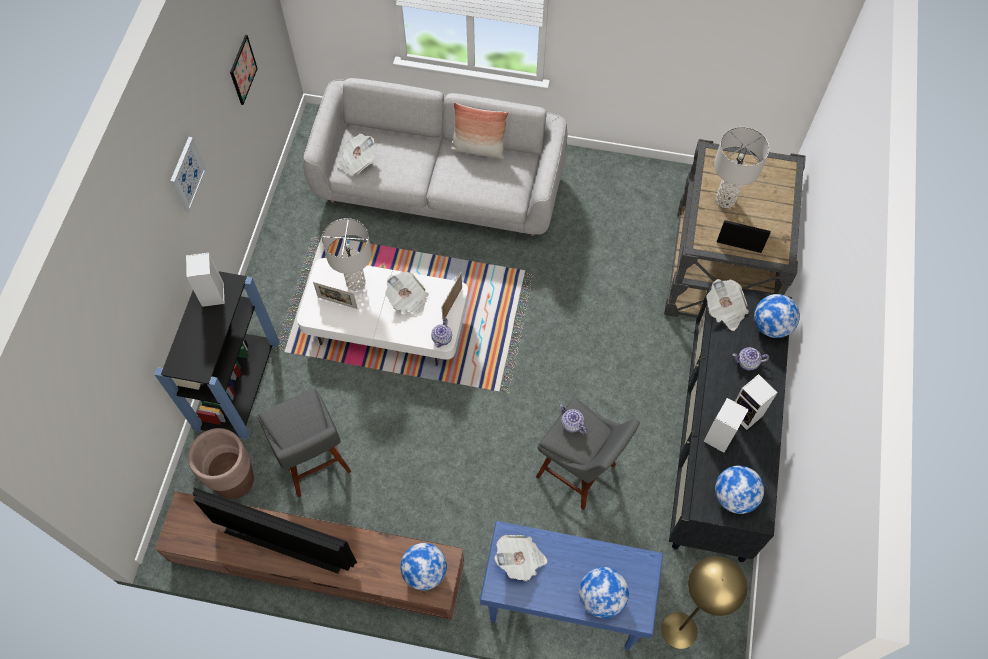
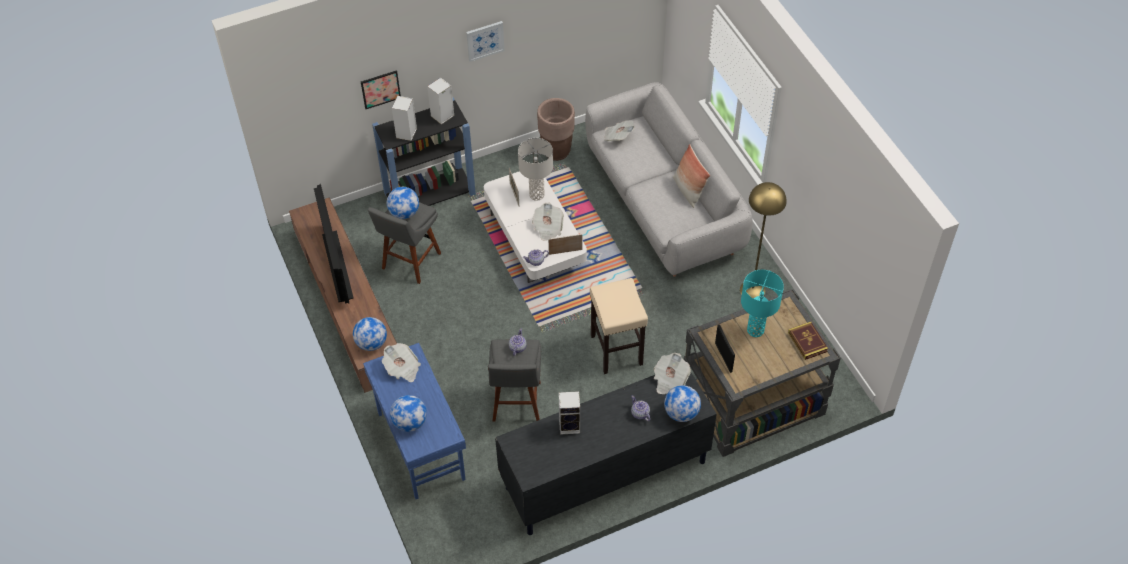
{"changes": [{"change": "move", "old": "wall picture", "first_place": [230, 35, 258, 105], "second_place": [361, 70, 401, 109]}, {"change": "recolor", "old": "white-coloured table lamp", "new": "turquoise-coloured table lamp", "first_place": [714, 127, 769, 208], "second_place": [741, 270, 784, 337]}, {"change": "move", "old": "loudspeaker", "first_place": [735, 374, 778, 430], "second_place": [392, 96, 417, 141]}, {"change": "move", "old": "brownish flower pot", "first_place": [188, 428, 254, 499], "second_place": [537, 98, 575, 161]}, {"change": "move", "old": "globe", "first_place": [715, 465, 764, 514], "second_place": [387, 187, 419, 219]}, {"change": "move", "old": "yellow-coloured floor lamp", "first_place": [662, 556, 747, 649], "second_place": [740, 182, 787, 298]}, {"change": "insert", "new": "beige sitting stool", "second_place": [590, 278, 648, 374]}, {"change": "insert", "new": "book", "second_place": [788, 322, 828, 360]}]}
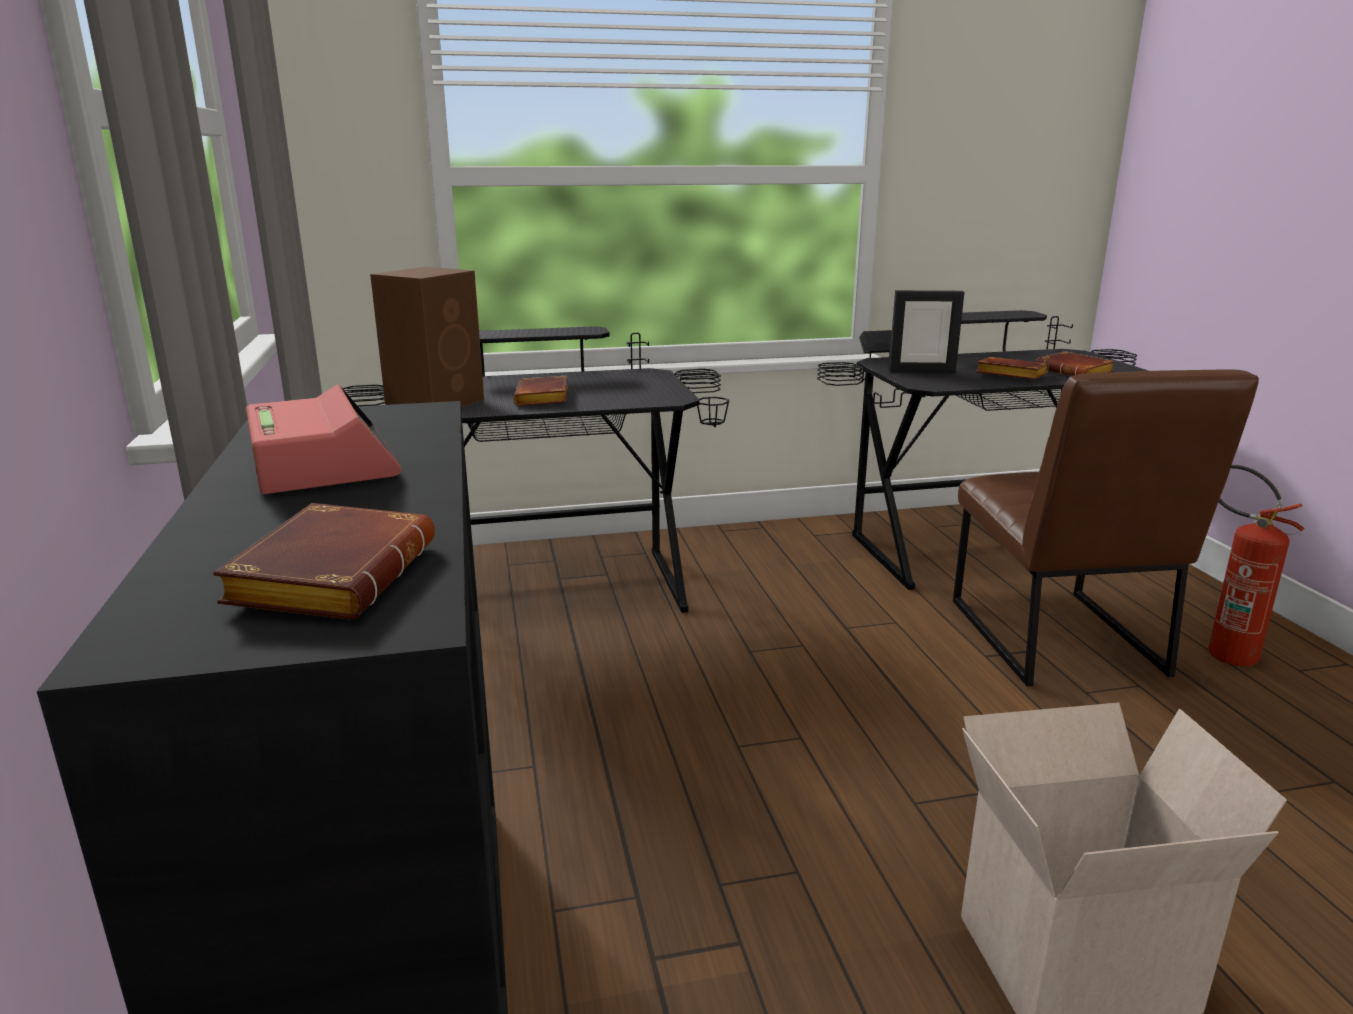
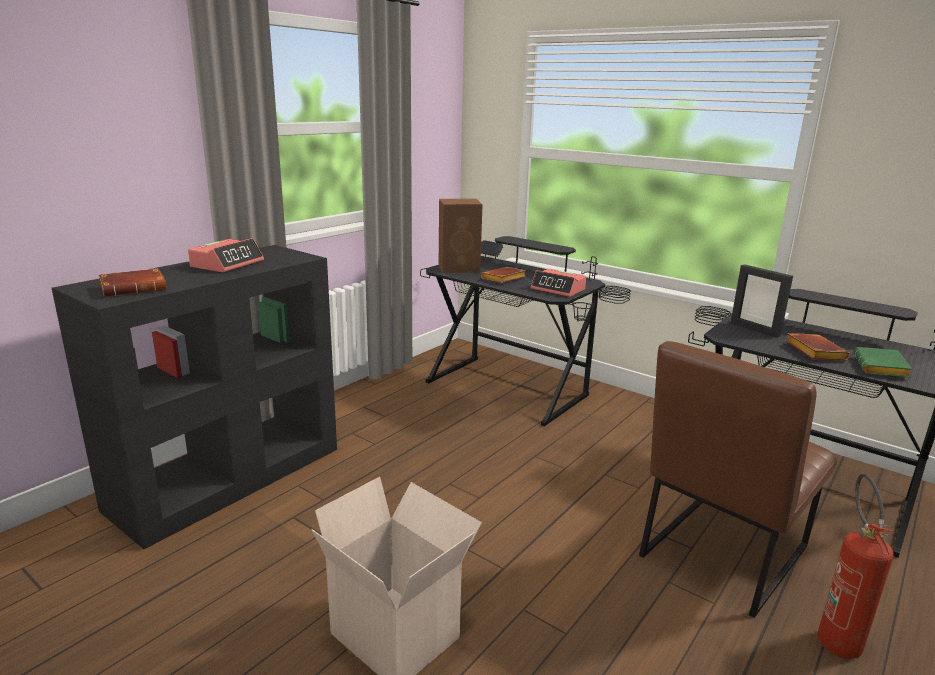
{"changes": [{"change": "recolor", "old": "brownish book", "new": "green book", "first_place": [1036, 351, 1115, 376], "second_place": [854, 347, 912, 378]}, {"change": "insert", "new": "alarm clock", "second_place": [531, 269, 586, 297]}]}
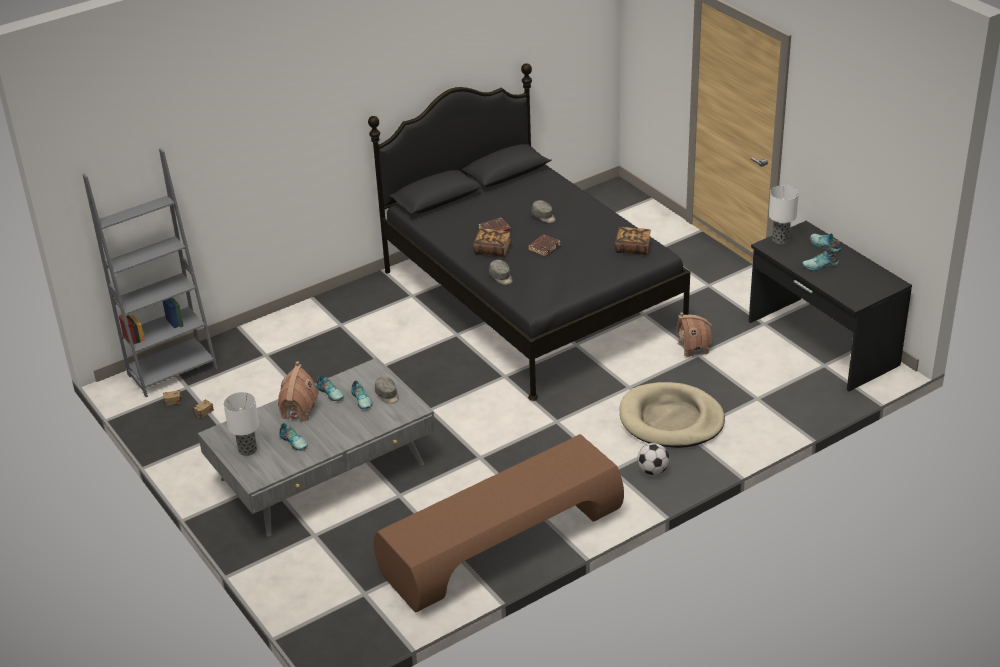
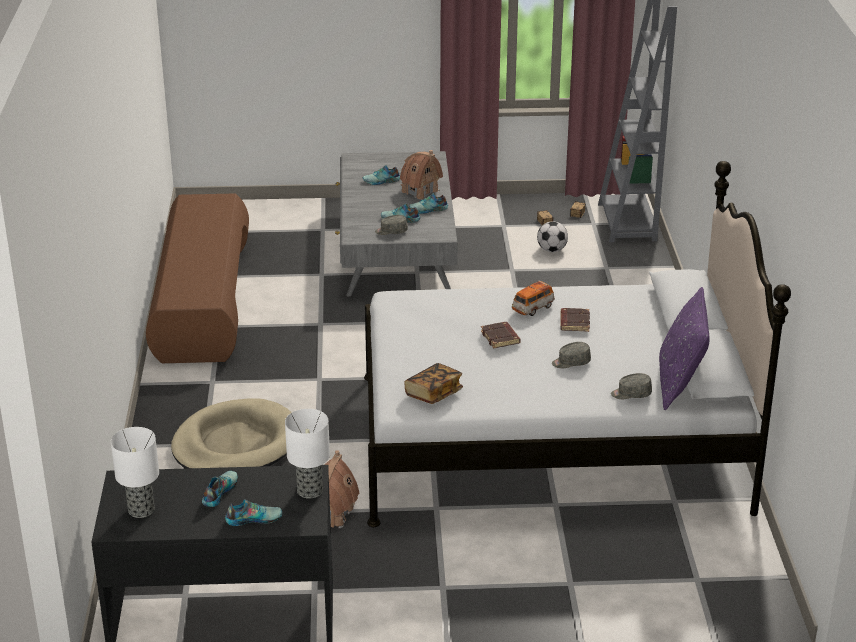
{"changes": [{"change": "recolor", "old": "blackish bedroom bed", "new": "white-coloured bedroom bed", "first_place": [368, 63, 690, 401], "second_place": [364, 161, 791, 527]}, {"change": "replace", "old": "book", "new": "model car", "first_place": [473, 228, 511, 257], "second_place": [512, 280, 555, 316]}, {"change": "move", "old": "gray peaked cap", "first_place": [489, 260, 512, 285], "second_place": [611, 373, 652, 399]}, {"change": "move", "old": "table lamp", "first_place": [224, 392, 259, 456], "second_place": [111, 427, 159, 518]}, {"change": "move", "old": "football", "first_place": [637, 443, 669, 475], "second_place": [537, 221, 568, 252]}, {"change": "insert", "new": "purple pillow", "second_place": [659, 287, 710, 410]}]}
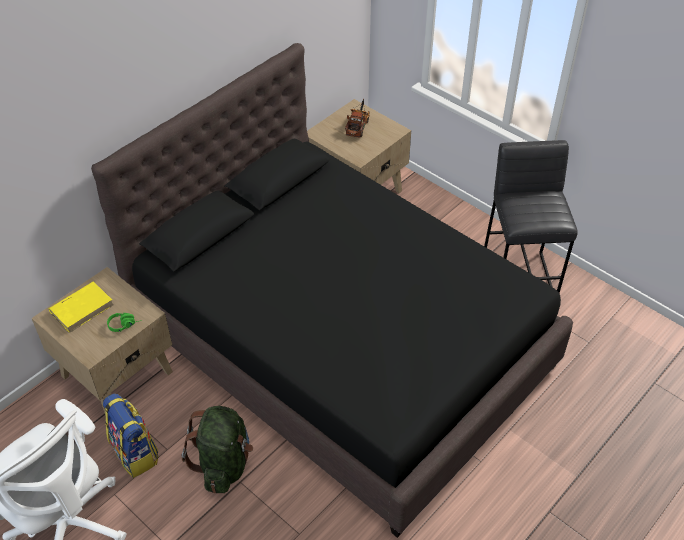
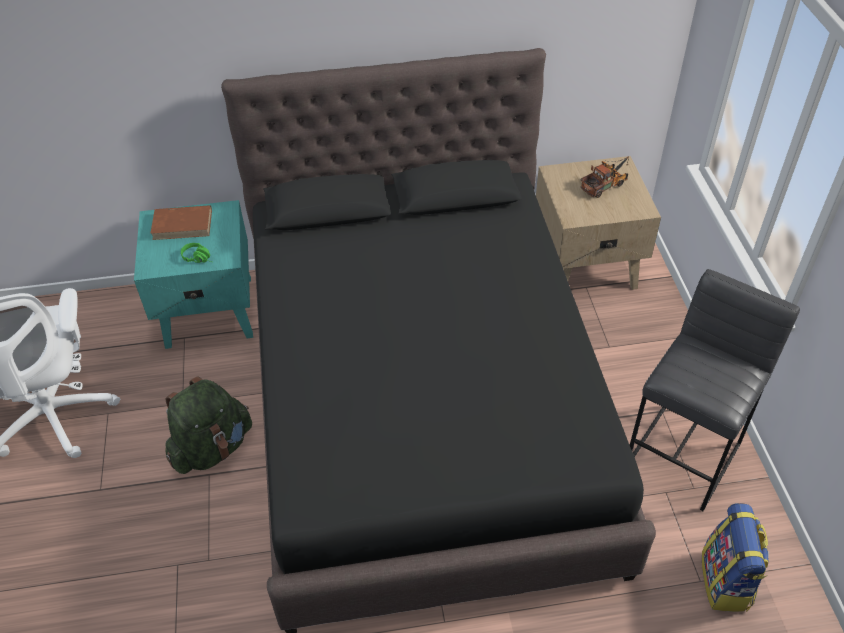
{"changes": [{"change": "recolor", "old": "beige bedside table", "new": "turquoise-coloured bedside table", "first_place": [32, 267, 173, 416], "second_place": [134, 200, 253, 349]}, {"change": "recolor", "old": "yellow-coloured book", "new": "brownish book", "first_place": [49, 282, 114, 333], "second_place": [150, 205, 212, 240]}, {"change": "move", "old": "backpack", "first_place": [103, 393, 159, 478], "second_place": [702, 503, 769, 612]}]}
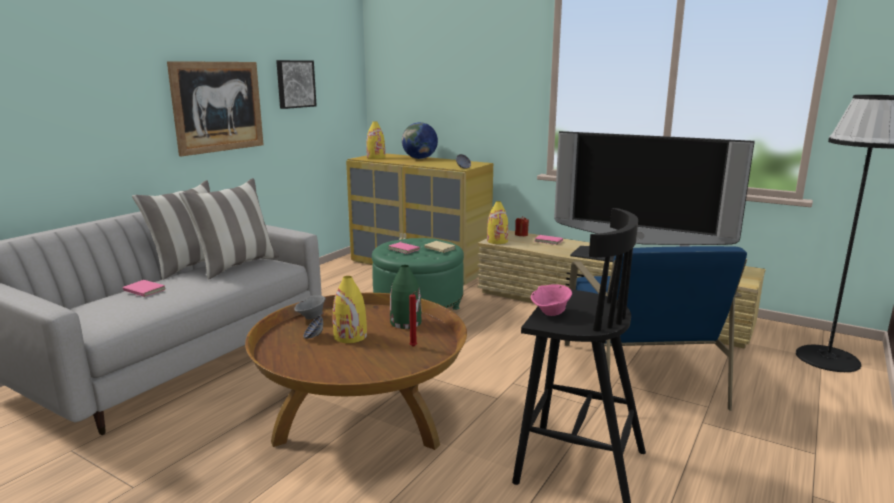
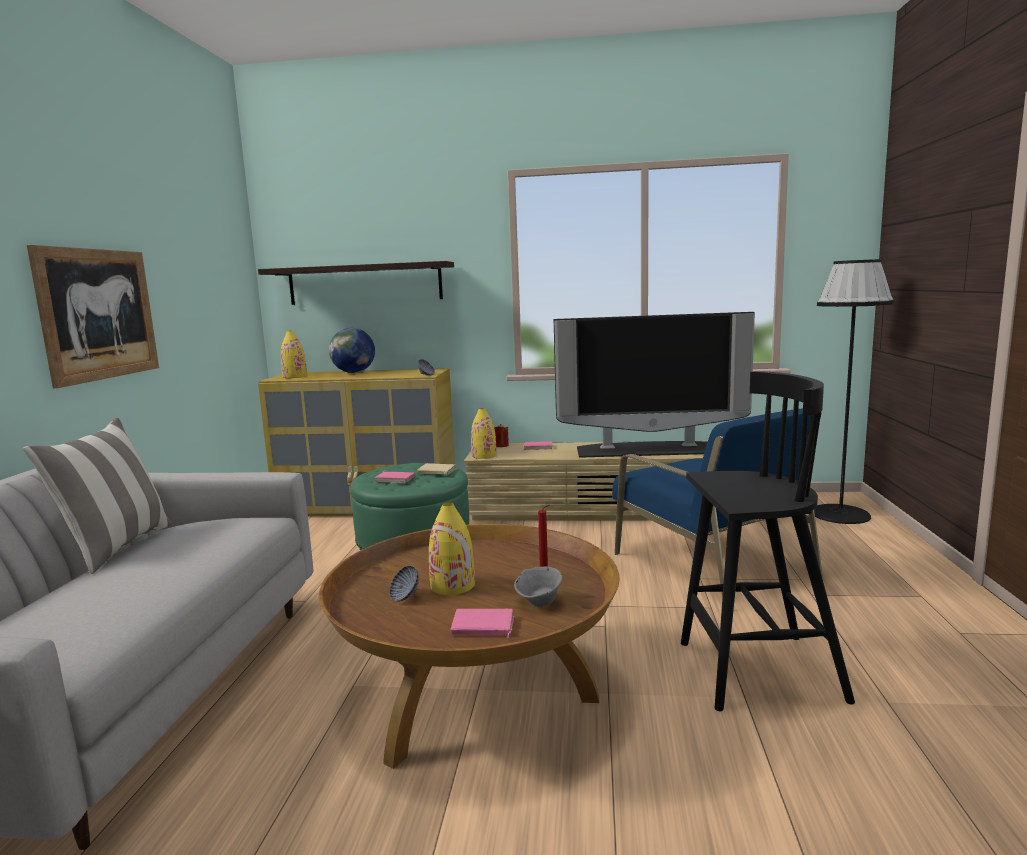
{"changes": [{"change": "delete", "old": "wall picture", "first_place": [276, 60, 317, 109]}, {"change": "delete", "old": "pillow", "first_place": [179, 178, 279, 280]}, {"change": "delete", "old": "green flower vase", "first_place": [390, 265, 422, 329]}, {"change": "move", "old": "pink book", "first_place": [123, 280, 166, 297], "second_place": [451, 609, 514, 638]}, {"change": "delete", "old": "pink bowl", "first_place": [531, 285, 572, 316]}, {"change": "move", "old": "gray bowl", "first_place": [294, 296, 325, 320], "second_place": [514, 567, 563, 607]}, {"change": "insert", "new": "bracket shelf", "second_place": [258, 261, 454, 305]}]}
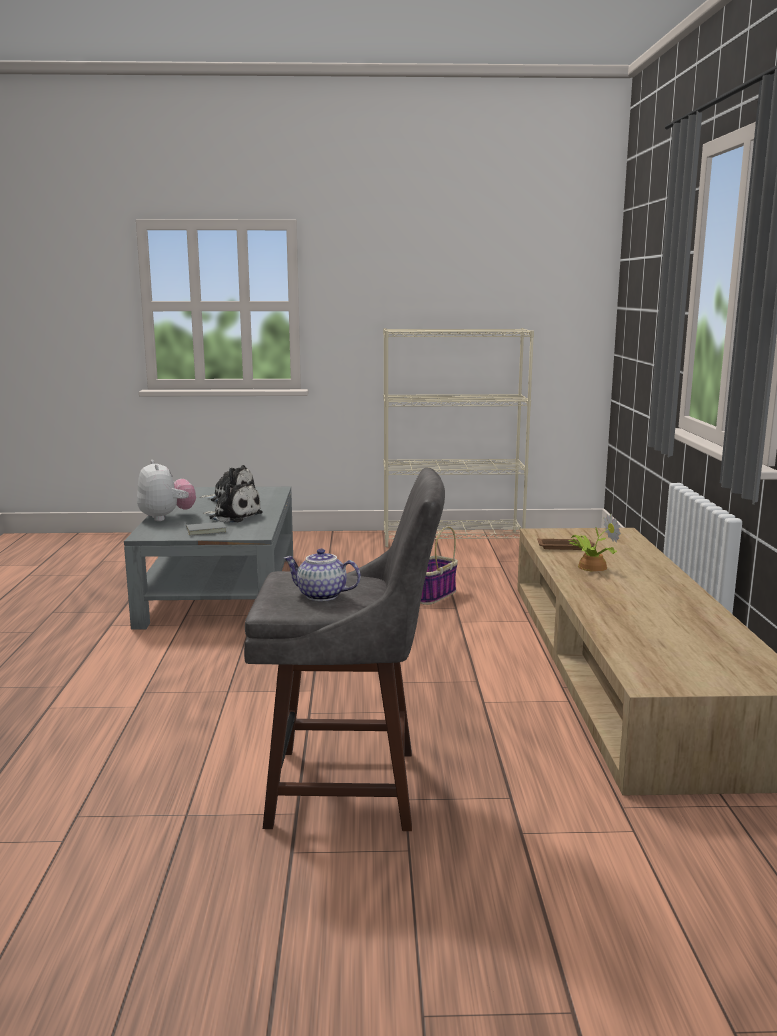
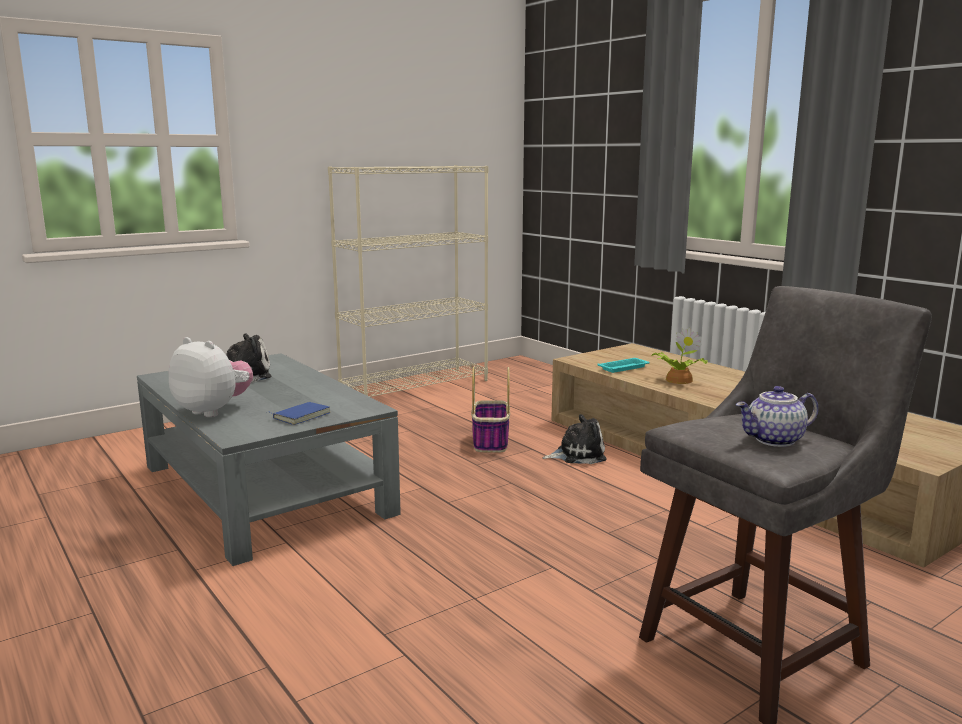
{"changes": [{"change": "move", "old": "cuddly toy", "first_place": [203, 481, 263, 523], "second_place": [543, 414, 607, 464]}, {"change": "recolor", "old": "gray book", "new": "bluish book", "first_place": [185, 522, 226, 535], "second_place": [268, 402, 330, 425]}, {"change": "recolor", "old": "brownish carrying tray", "new": "turquoise-coloured carrying tray", "first_place": [537, 538, 595, 550], "second_place": [597, 358, 650, 373]}]}
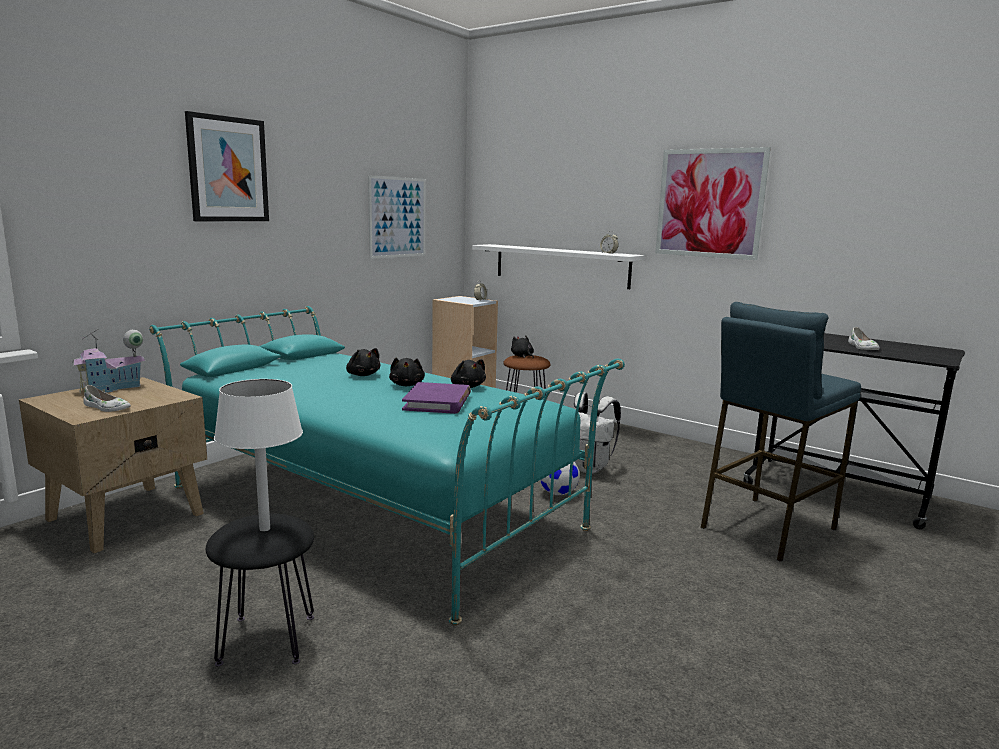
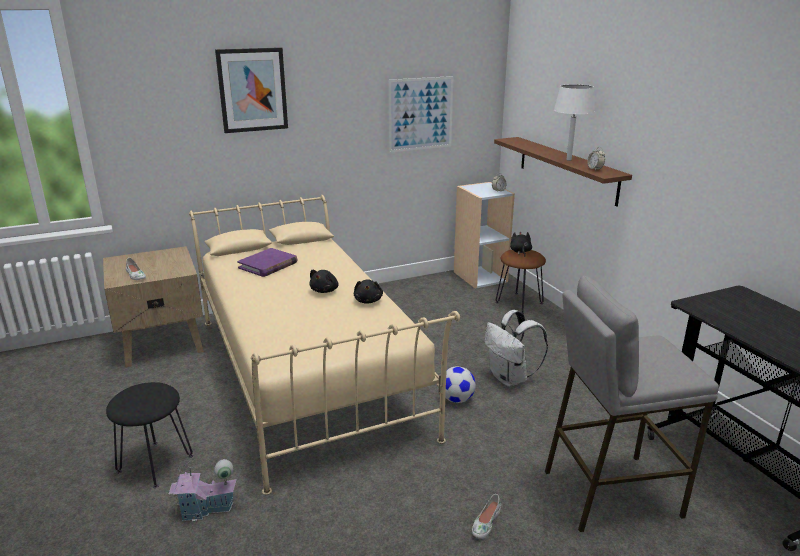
{"changes": [{"change": "delete", "old": "wall picture", "first_place": [655, 147, 771, 260]}, {"change": "recolor", "old": "white-coloured bracket shelf", "new": "brownish bracket shelf", "first_place": [472, 244, 645, 289], "second_place": [494, 137, 632, 207]}, {"change": "recolor", "old": "bluish sitting stool", "new": "gray sitting stool", "first_place": [700, 302, 861, 562], "second_place": [545, 276, 719, 532]}, {"change": "recolor", "old": "turquoise-coloured bedroom bed", "new": "beige bedroom bed", "first_place": [149, 306, 625, 625], "second_place": [189, 195, 460, 495]}, {"change": "move", "old": "white-coloured item of footwear", "first_place": [848, 327, 880, 350], "second_place": [472, 494, 501, 539]}, {"change": "move", "old": "toy house", "first_place": [72, 329, 145, 393], "second_place": [169, 459, 237, 521]}, {"change": "delete", "old": "blackish cuddly toy", "first_place": [346, 348, 380, 376]}, {"change": "move", "old": "white-coloured table lamp", "first_place": [214, 379, 303, 532], "second_place": [554, 84, 595, 161]}, {"change": "move", "old": "purple book", "first_place": [402, 382, 471, 414], "second_place": [237, 248, 298, 277]}]}
